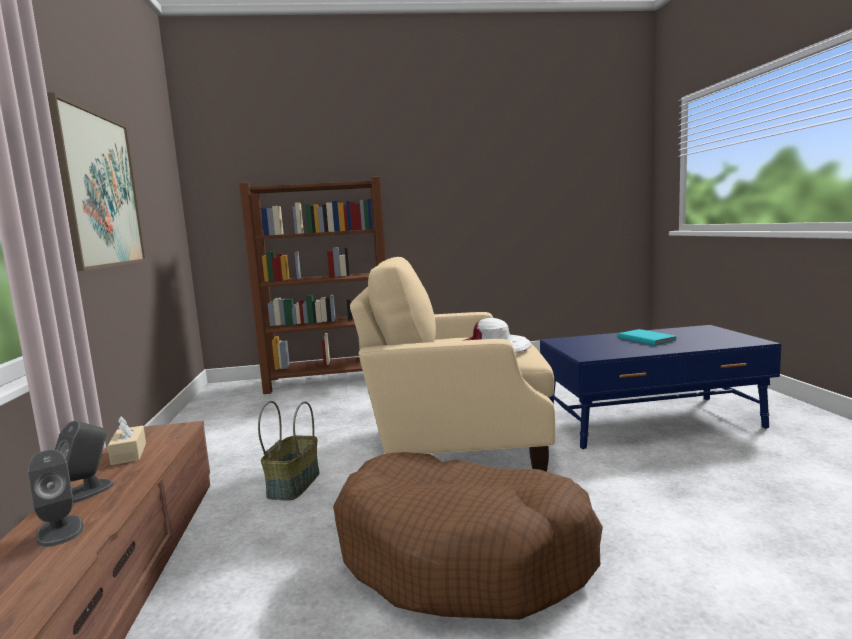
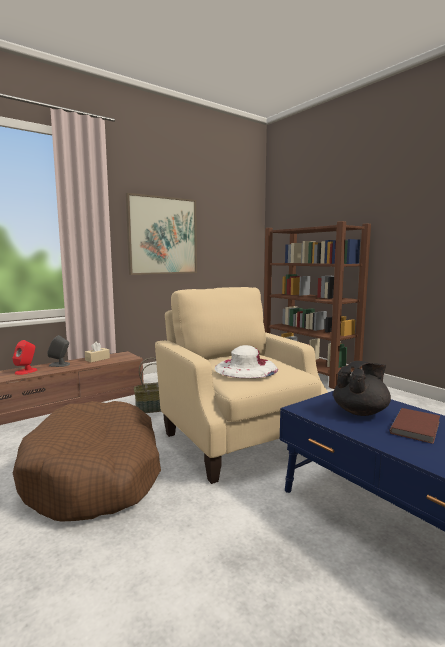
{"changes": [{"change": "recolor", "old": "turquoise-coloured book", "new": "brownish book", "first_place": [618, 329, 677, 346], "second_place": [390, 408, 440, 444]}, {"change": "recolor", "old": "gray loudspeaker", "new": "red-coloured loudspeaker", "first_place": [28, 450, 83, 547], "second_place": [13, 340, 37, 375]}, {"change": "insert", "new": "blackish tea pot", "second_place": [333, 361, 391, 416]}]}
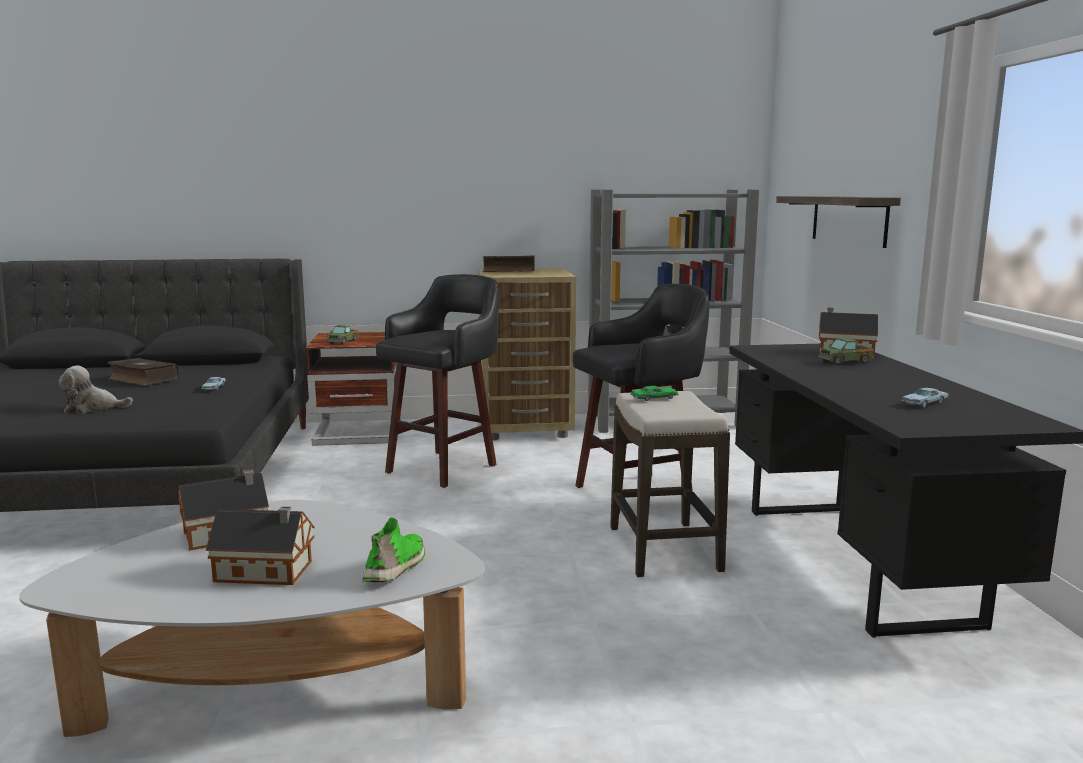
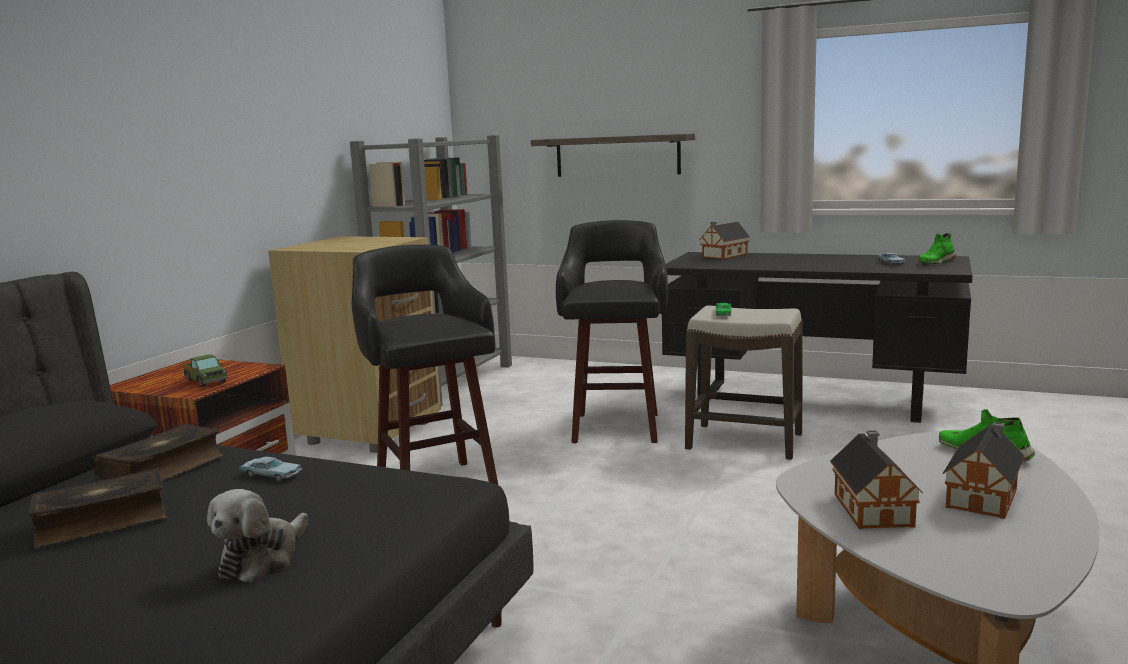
{"changes": [{"change": "move", "old": "book", "first_place": [483, 255, 535, 272], "second_place": [92, 424, 224, 481]}, {"change": "delete", "old": "toy truck", "first_place": [818, 338, 874, 365]}, {"change": "insert", "new": "green item of footwear", "second_place": [918, 233, 956, 264]}]}
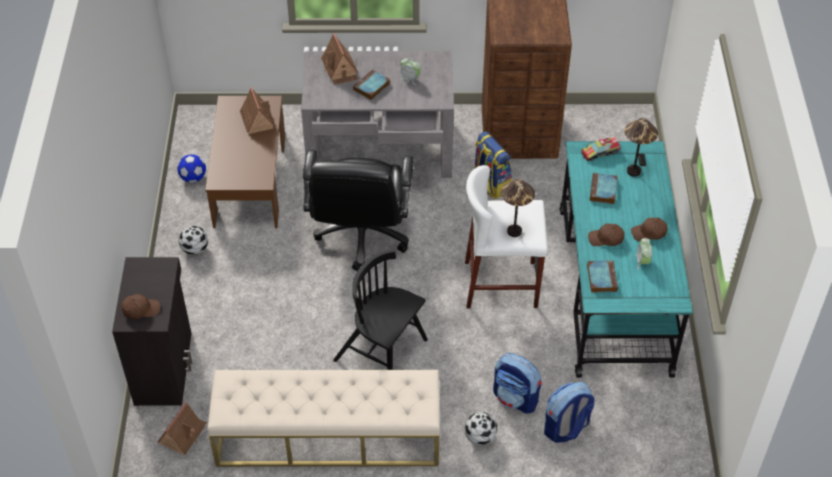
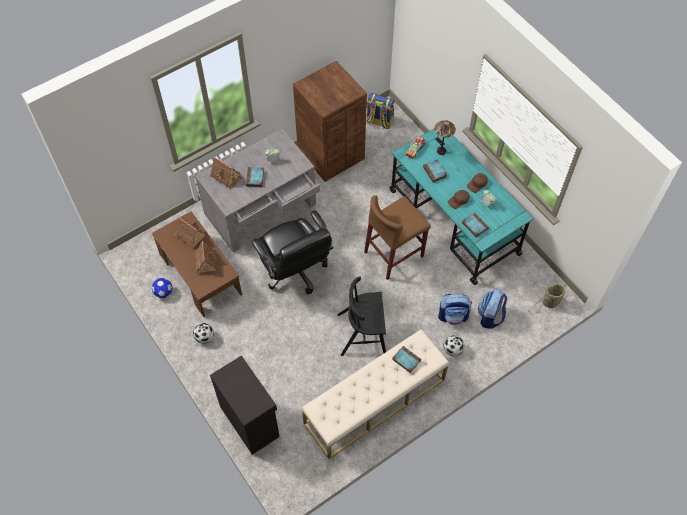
{"changes": [{"change": "move", "old": "backpack", "first_place": [475, 131, 512, 199], "second_place": [366, 93, 395, 129]}, {"change": "recolor", "old": "white-coloured sitting stool", "new": "brownish sitting stool", "first_place": [465, 165, 548, 309], "second_place": [364, 195, 431, 280]}, {"change": "delete", "old": "table lamp", "first_place": [501, 179, 535, 237]}, {"change": "delete", "old": "brownish peaked cap", "first_place": [121, 294, 160, 319]}, {"change": "move", "old": "toy house", "first_place": [158, 402, 207, 455], "second_place": [195, 241, 218, 273]}, {"change": "insert", "new": "storage basket", "second_place": [528, 284, 567, 314]}, {"change": "insert", "new": "book", "second_place": [392, 346, 421, 373]}]}
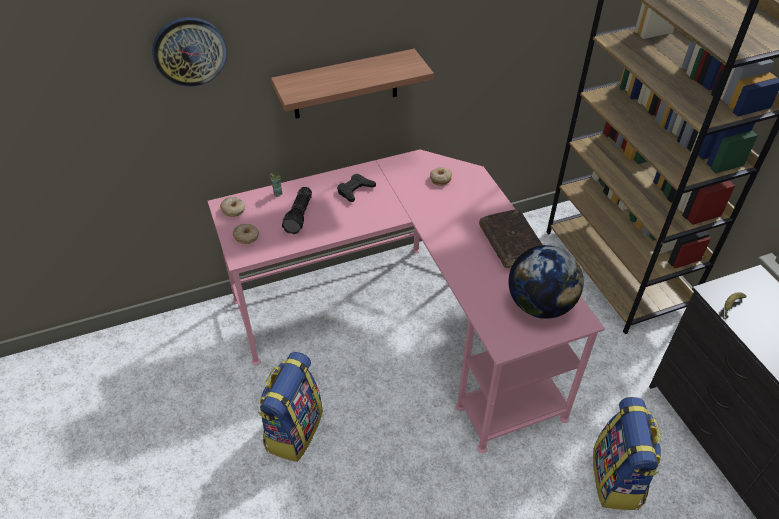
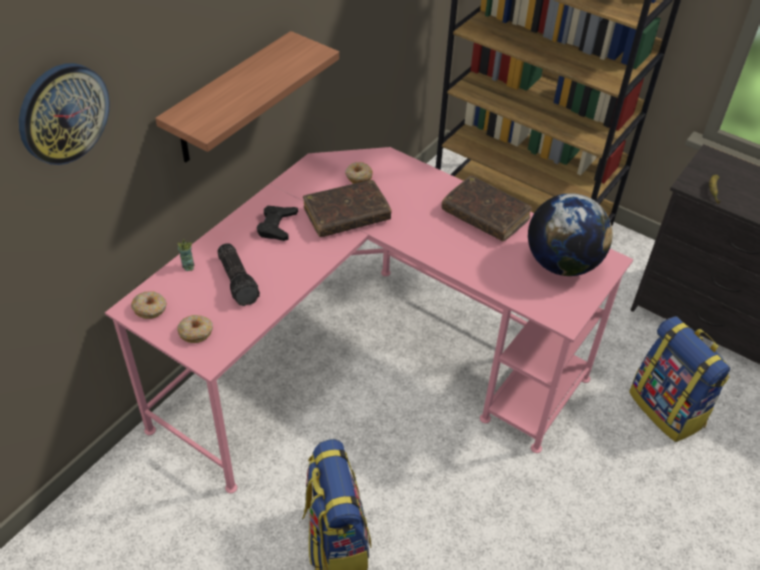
{"changes": [{"change": "insert", "new": "brownish book", "second_place": [303, 180, 392, 237]}]}
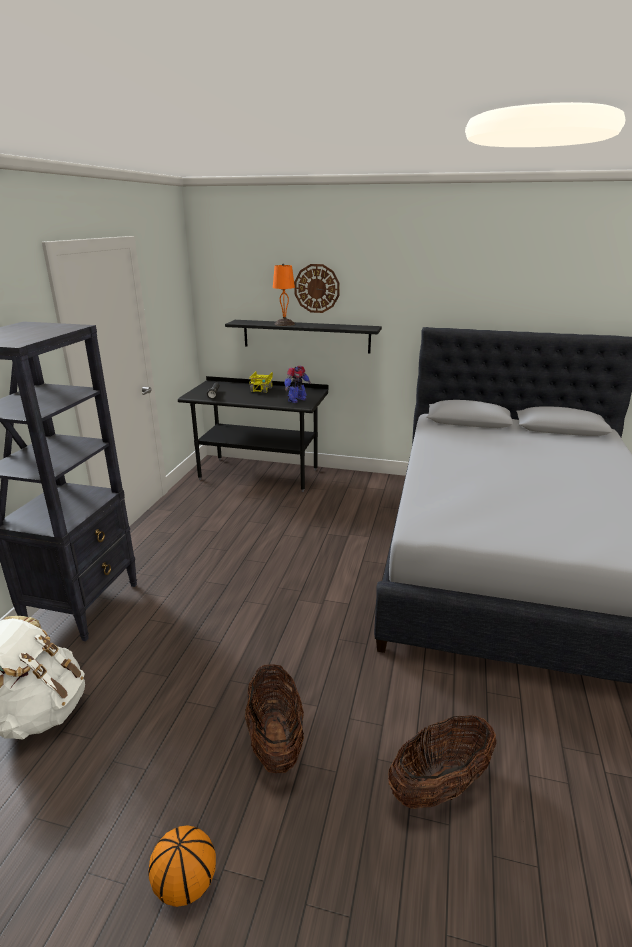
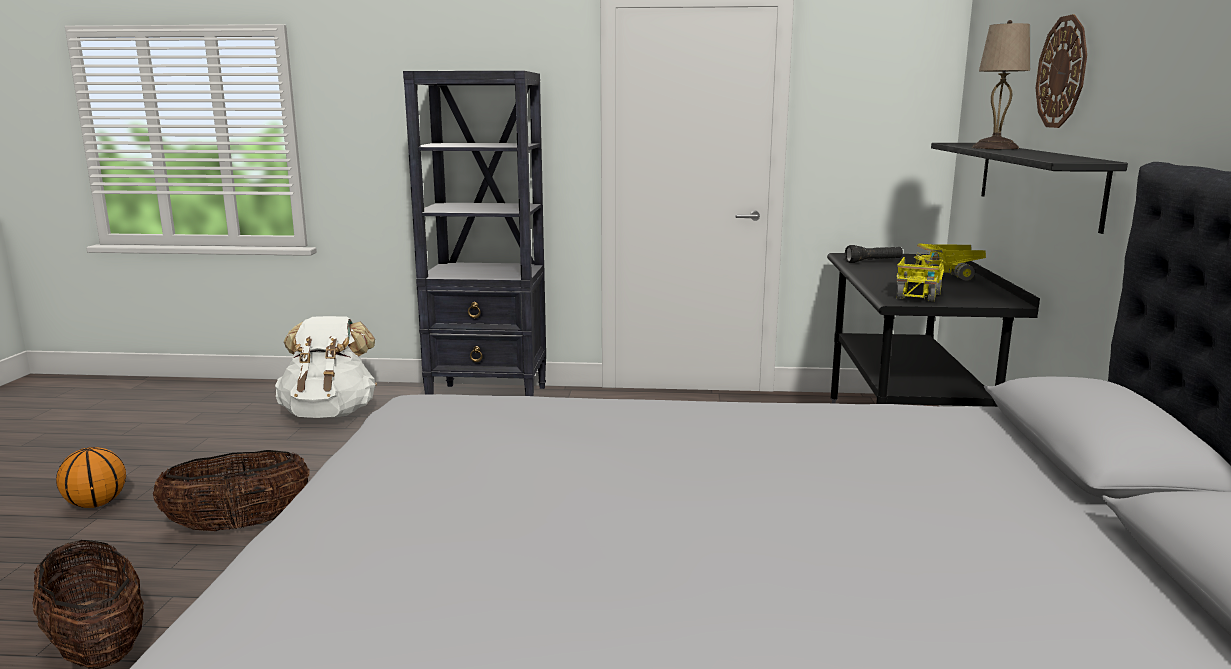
{"changes": [{"change": "recolor", "old": "orangey table lamp", "new": "beige table lamp", "first_place": [273, 263, 295, 326], "second_place": [972, 20, 1030, 149]}, {"change": "replace", "old": "model robot", "new": "toy truck", "first_place": [285, 366, 311, 403], "second_place": [896, 257, 944, 302]}]}
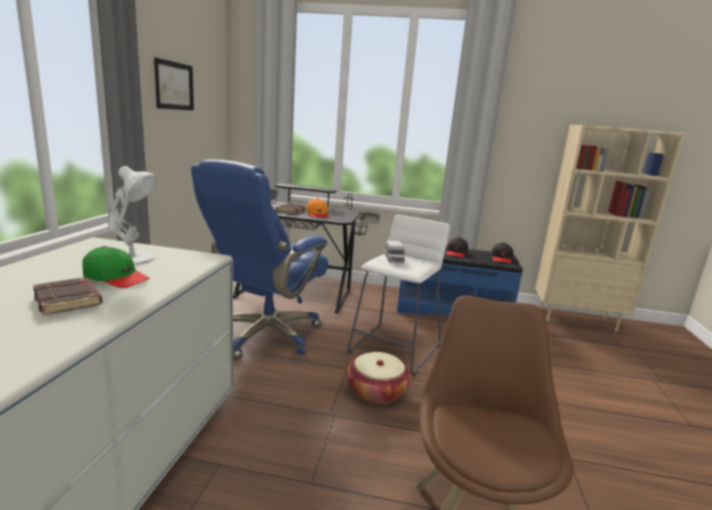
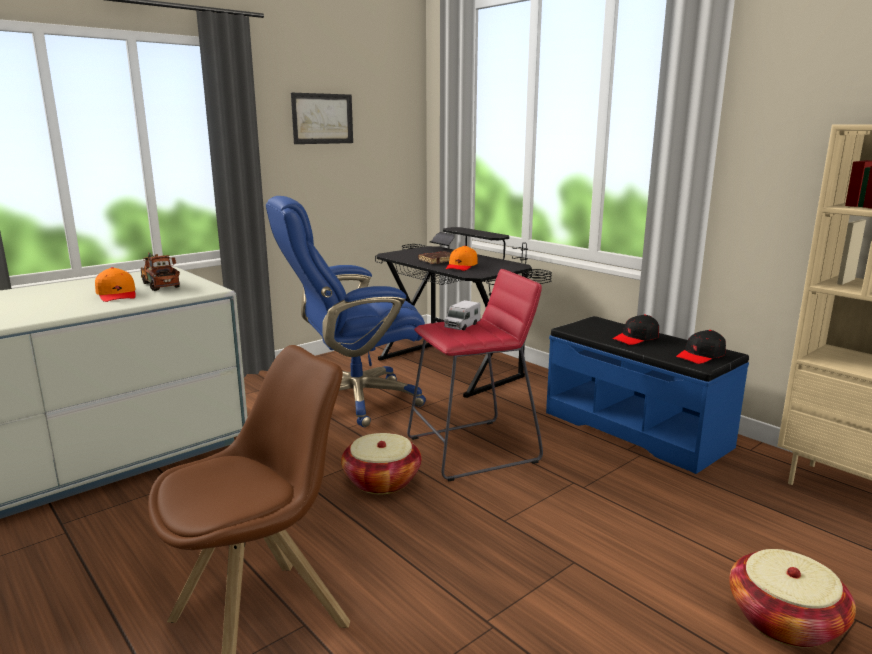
{"changes": [{"change": "replace", "old": "white-coloured table lamp", "new": "toy truck", "first_place": [108, 166, 157, 265], "second_place": [141, 252, 180, 291]}, {"change": "recolor", "old": "white-coloured sitting stool", "new": "red-coloured sitting stool", "first_place": [347, 215, 450, 376], "second_place": [407, 269, 543, 482]}, {"change": "recolor", "old": "green peaked cap", "new": "orangey peaked cap", "first_place": [82, 246, 150, 288], "second_place": [95, 267, 136, 302]}, {"change": "delete", "old": "brownish book", "first_place": [33, 277, 102, 315]}, {"change": "insert", "new": "storage basket", "second_place": [729, 549, 856, 648]}]}
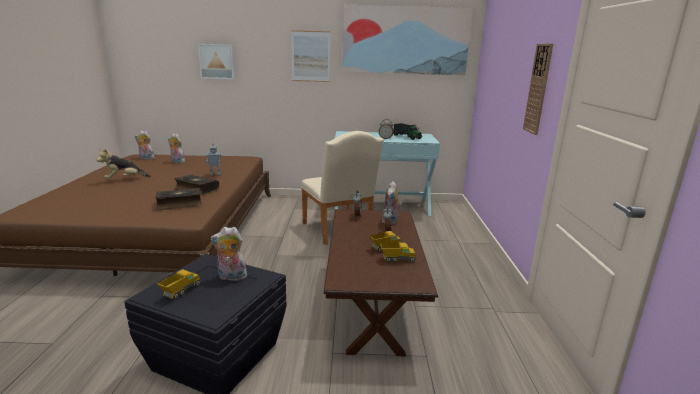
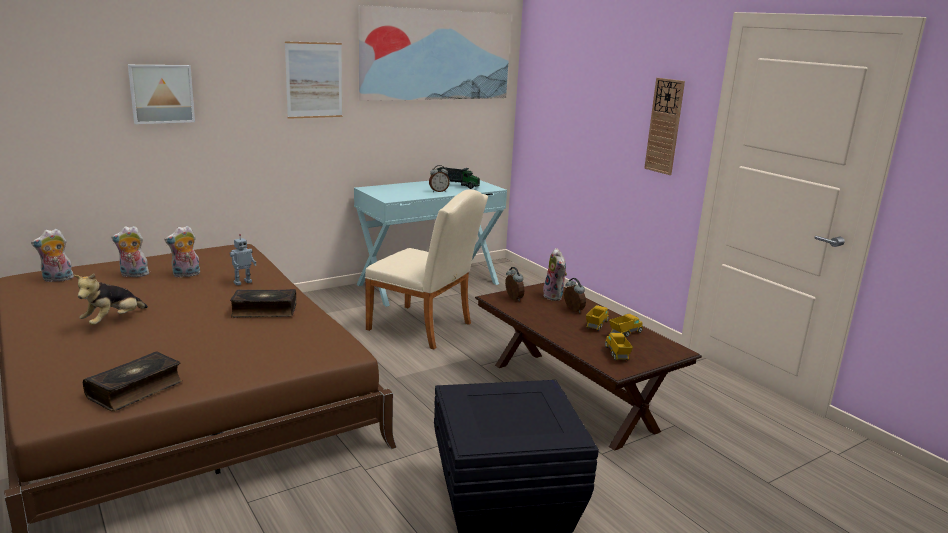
{"changes": [{"change": "move", "old": "book", "first_place": [155, 188, 202, 210], "second_place": [83, 351, 182, 411]}, {"change": "move", "old": "cuddly toy", "first_place": [211, 227, 247, 282], "second_place": [164, 226, 201, 278]}, {"change": "move", "old": "toy truck", "first_place": [157, 269, 201, 300], "second_place": [605, 333, 633, 361]}]}
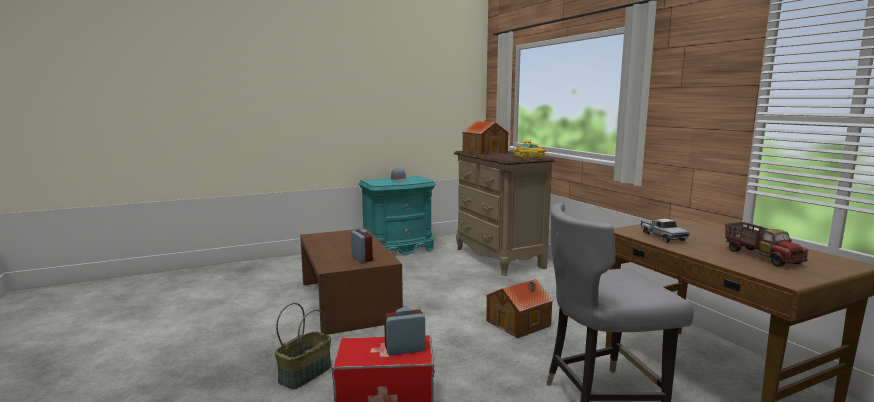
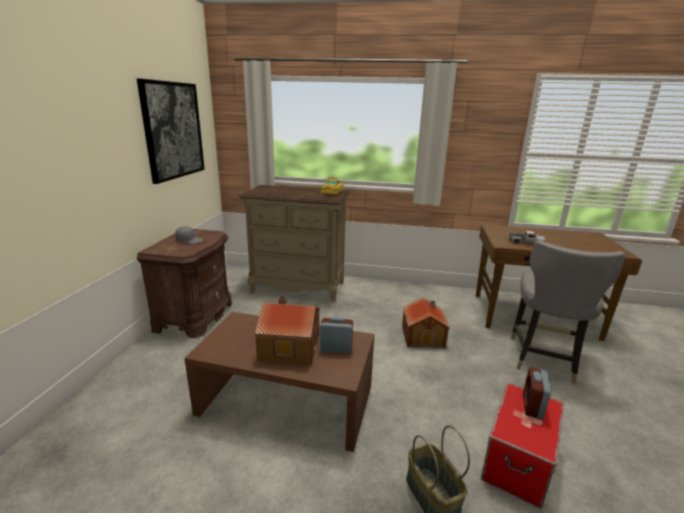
{"changes": [{"change": "move", "old": "toy house", "first_place": [462, 120, 509, 155], "second_place": [255, 296, 319, 365]}, {"change": "recolor", "old": "turquoise-coloured bedside table", "new": "brownish bedside table", "first_place": [359, 176, 436, 255], "second_place": [137, 229, 233, 338]}, {"change": "delete", "old": "toy truck", "first_place": [725, 222, 808, 267]}, {"change": "insert", "new": "wall picture", "second_place": [137, 79, 205, 184]}]}
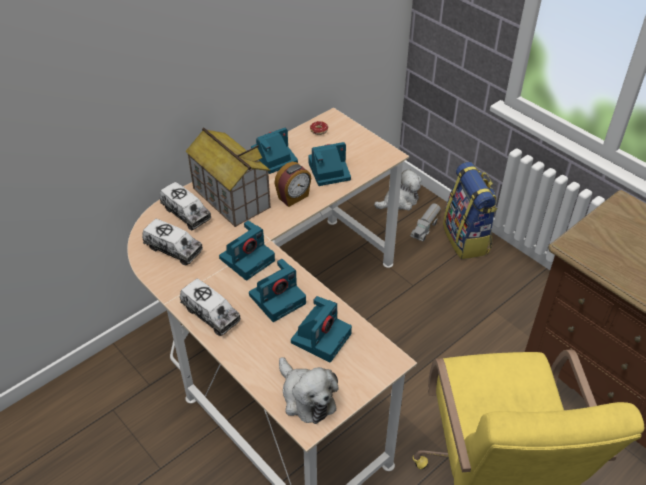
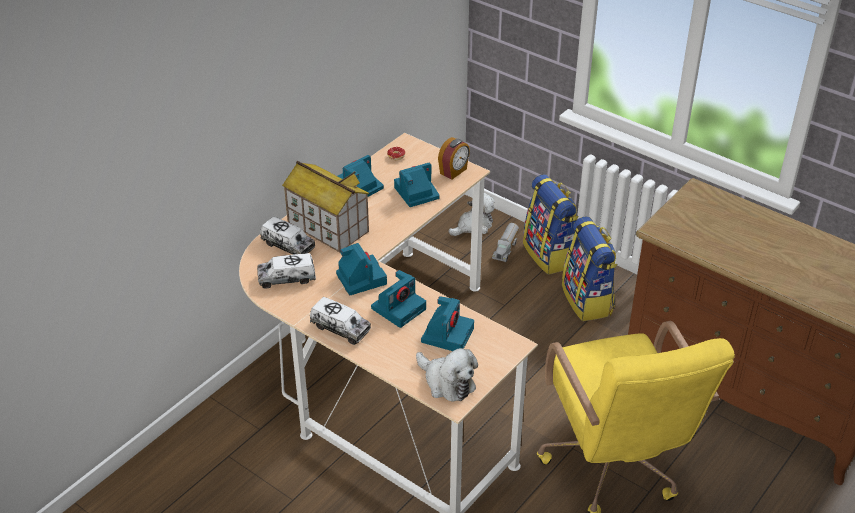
{"changes": [{"change": "move", "old": "alarm clock", "first_place": [274, 162, 311, 207], "second_place": [438, 137, 470, 179]}, {"change": "rotate", "old": "toy truck", "first_place": [142, 219, 203, 265], "second_place": [257, 253, 316, 289], "degrees": 150}, {"change": "rotate", "old": "still camera", "first_place": [219, 221, 275, 280], "second_place": [336, 243, 387, 295], "degrees": -60}, {"change": "insert", "new": "backpack", "second_place": [562, 217, 617, 321]}]}
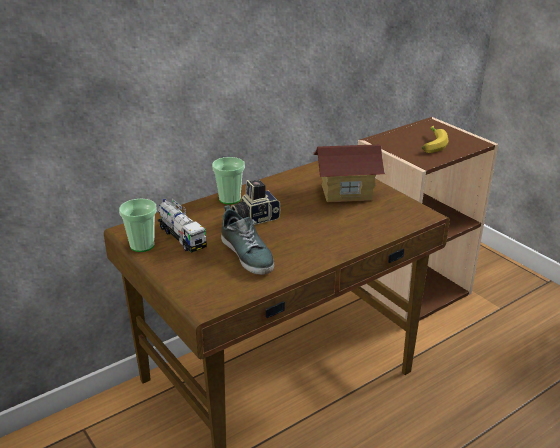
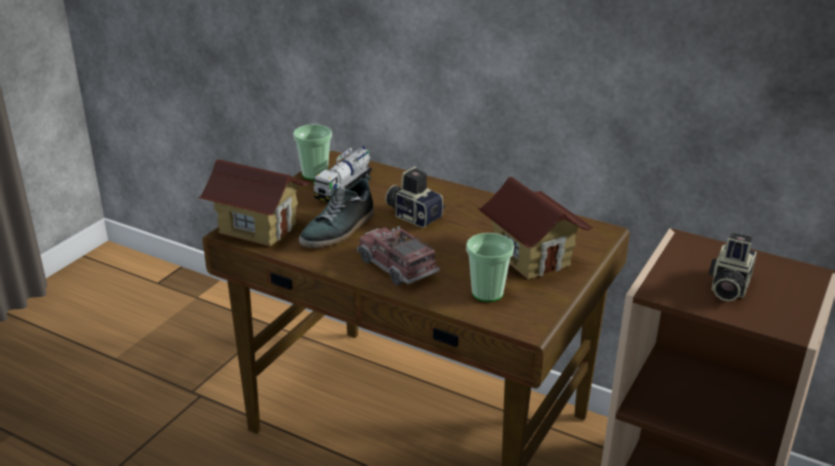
{"changes": [{"change": "replace", "old": "whole banana", "new": "still camera", "first_place": [422, 126, 449, 153], "second_place": [709, 233, 757, 302]}, {"change": "move", "old": "cup", "first_place": [212, 157, 245, 204], "second_place": [466, 233, 514, 302]}, {"change": "insert", "new": "toy house", "second_place": [198, 159, 310, 246]}, {"change": "insert", "new": "toy truck", "second_place": [357, 226, 440, 286]}]}
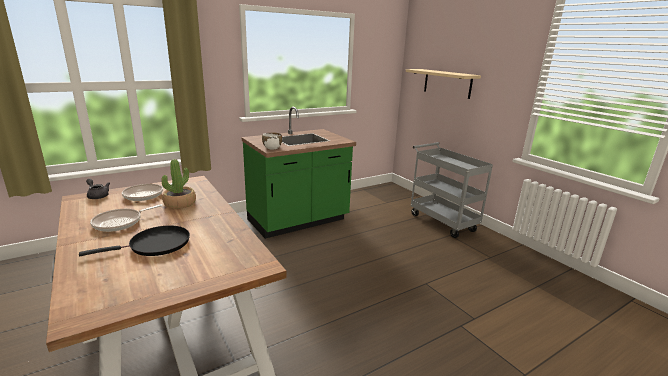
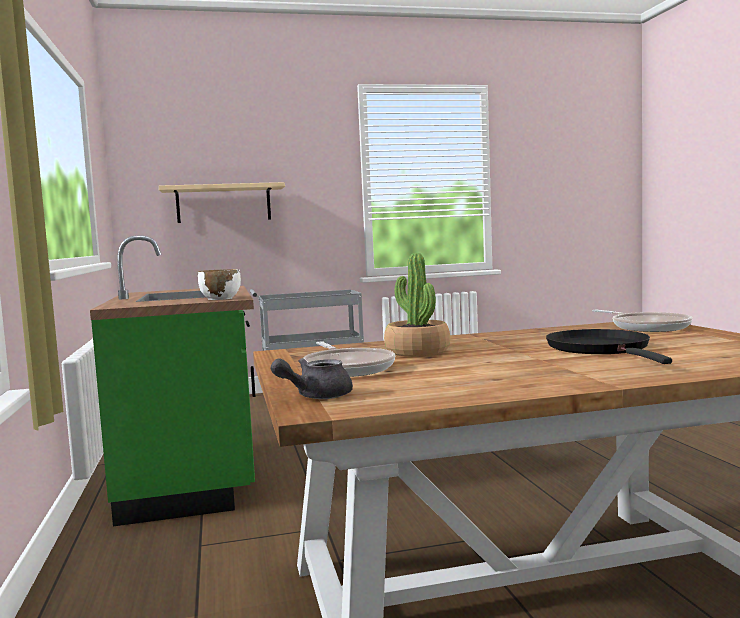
{"changes": [{"change": "move", "old": "pan", "first_place": [90, 204, 163, 232], "second_place": [592, 310, 692, 332]}]}
